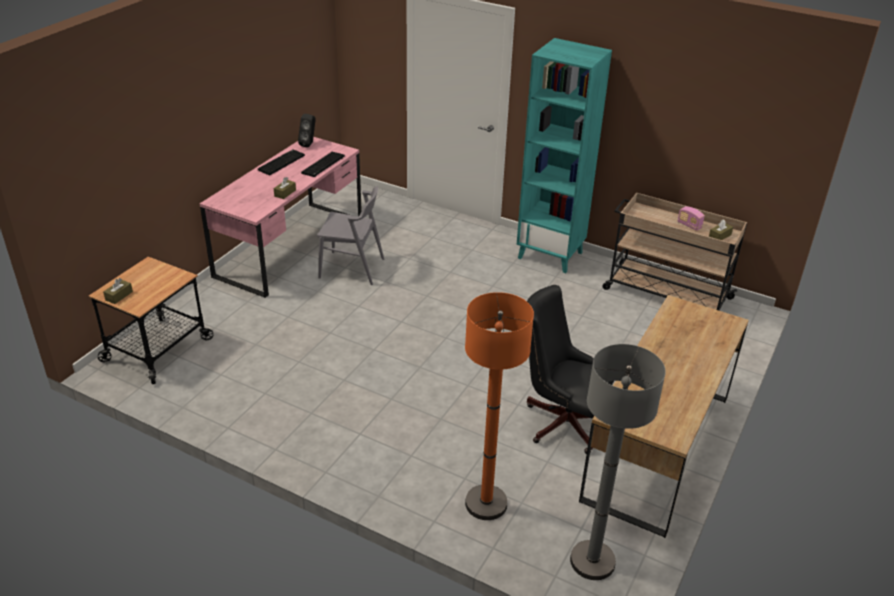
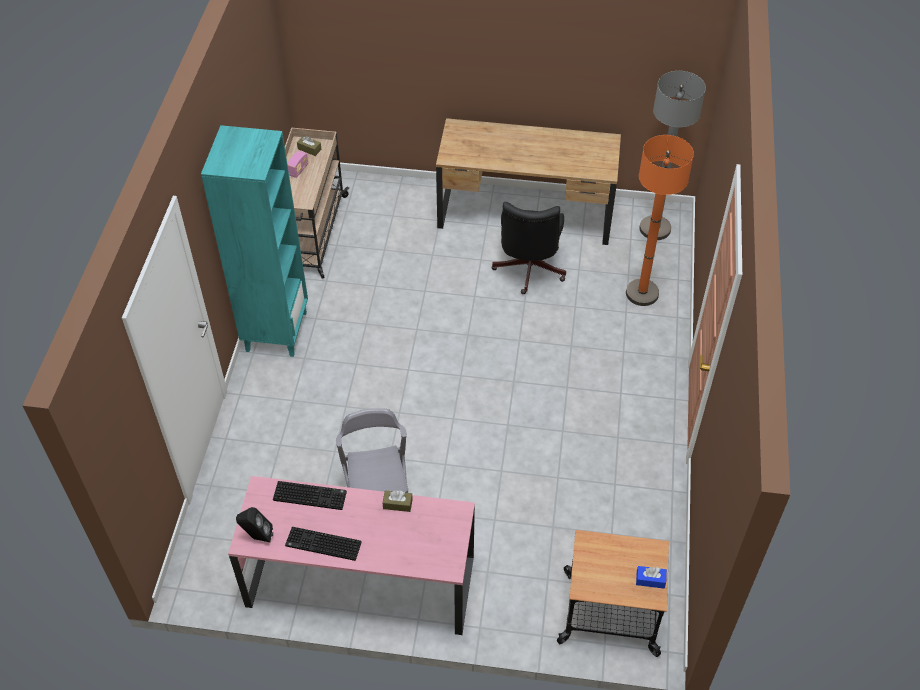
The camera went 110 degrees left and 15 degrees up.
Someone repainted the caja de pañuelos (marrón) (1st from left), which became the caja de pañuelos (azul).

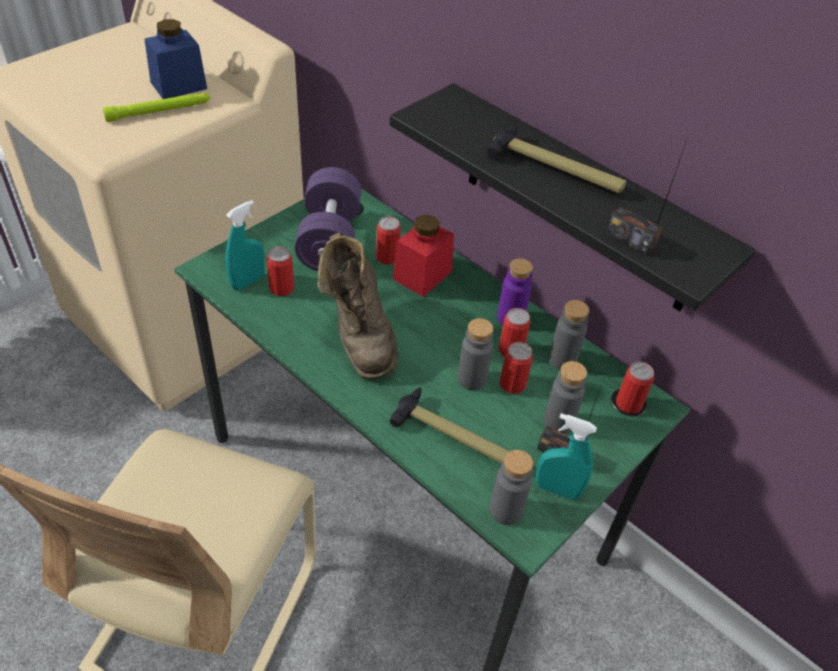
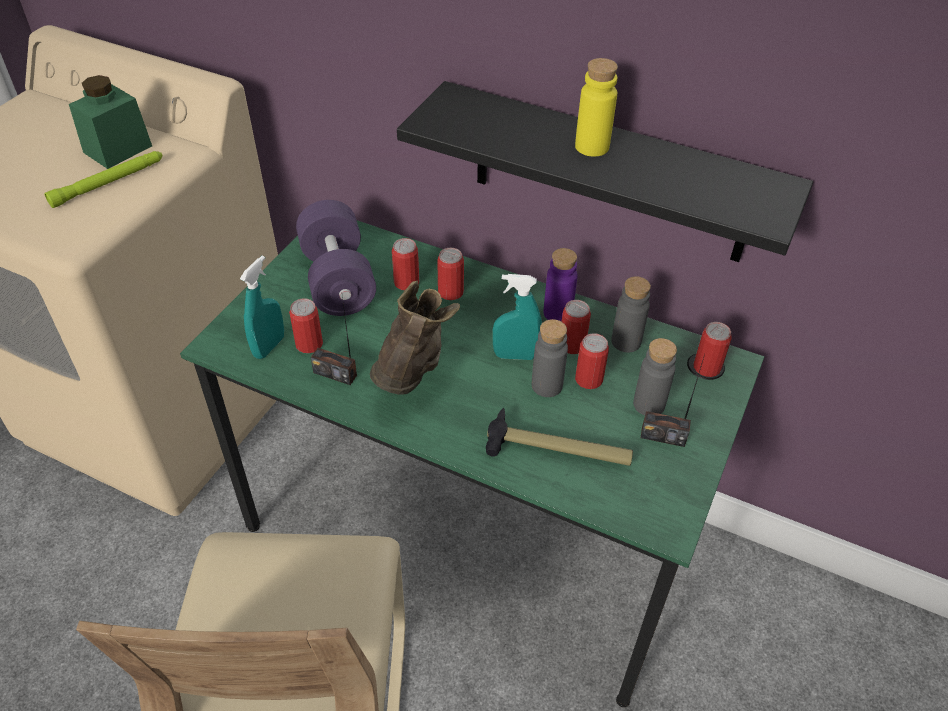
The camera went 15 degrees left and 0 degrees up.
Someone repainted the tarro (azul), which became the tarro (verde).
Someone rotated the bota (marrón) by 135 degrees counterclockwise.
Someone swapped the tarro (rojo) for the lata (3rd from left).
Someone swapped the martillo (2nd from left) for the botella (amarillo).
Someone took away the botella (gris) (2nd from left).
Someone carried the pulverizador (turquesa) (2nd from left).
Someone carried the radio (2nd from left in the first image).

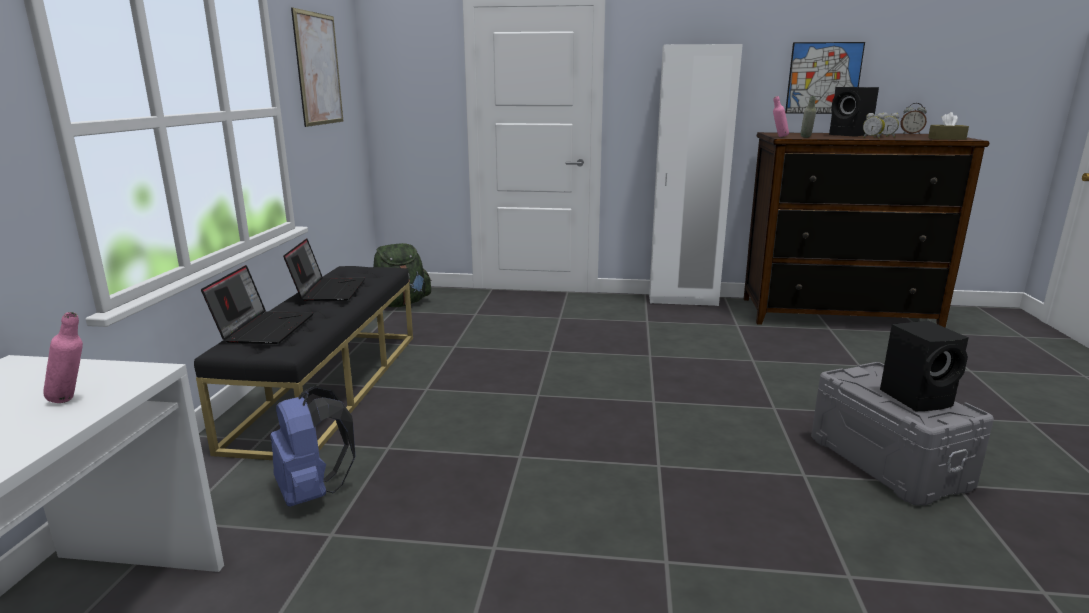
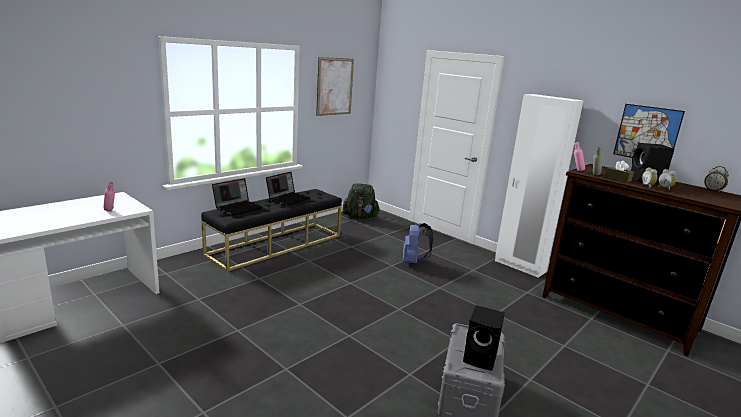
The camera went 35 degrees right and 0 degrees up.
Someone carried the mochila (azul).
Someone carried the caja de pañuelos (marrón).

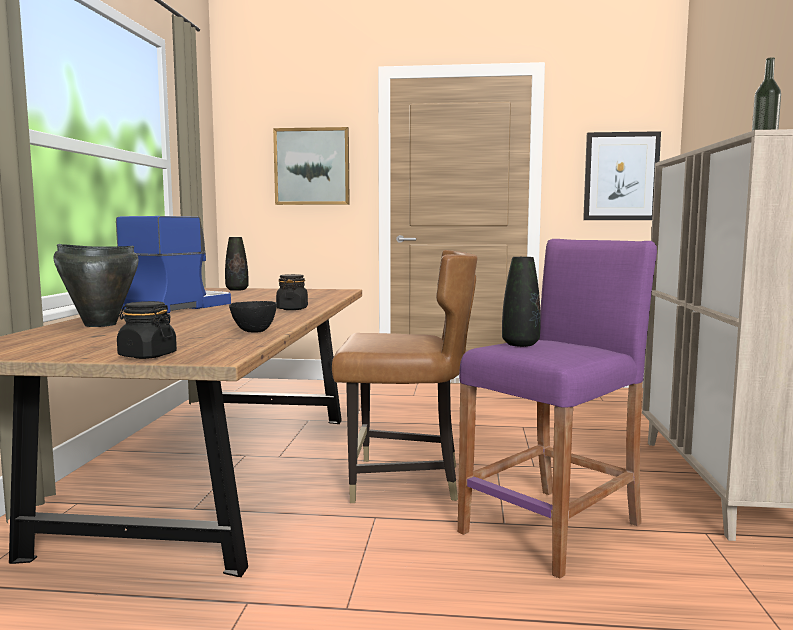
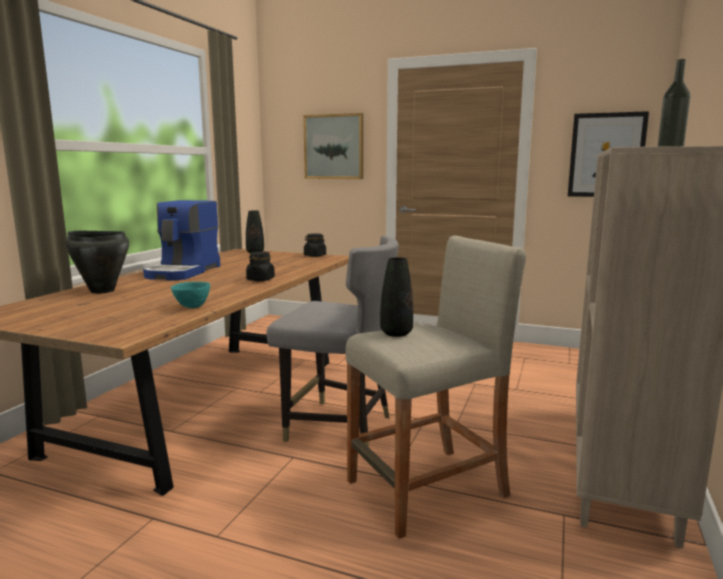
The camera went 15 degrees right and 5 degrees up.
Someone rotated the cafetera by 150 degrees clockwise.
Someone carried the tarro (negro) (1st from left in the first image).
Someone repainted the cuenco (negro), which became the cuenco (turquesa).
Someone repainted the silla (marrón), which became the silla (gris).
Someone repainted the taburete (morado), which became the taburete (beis).

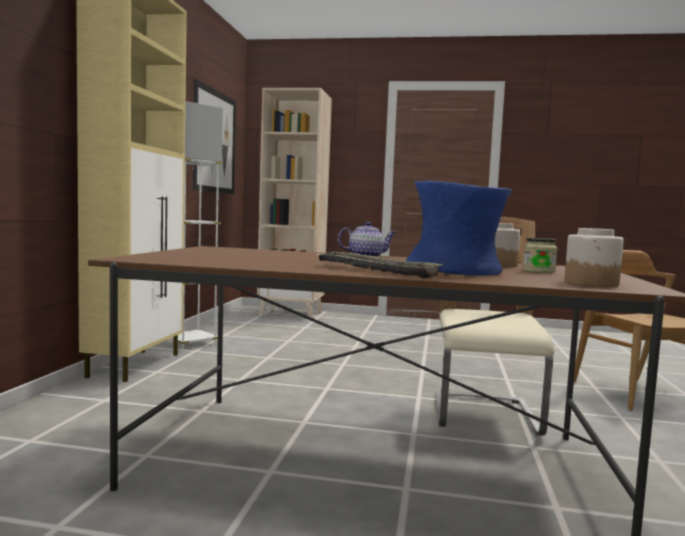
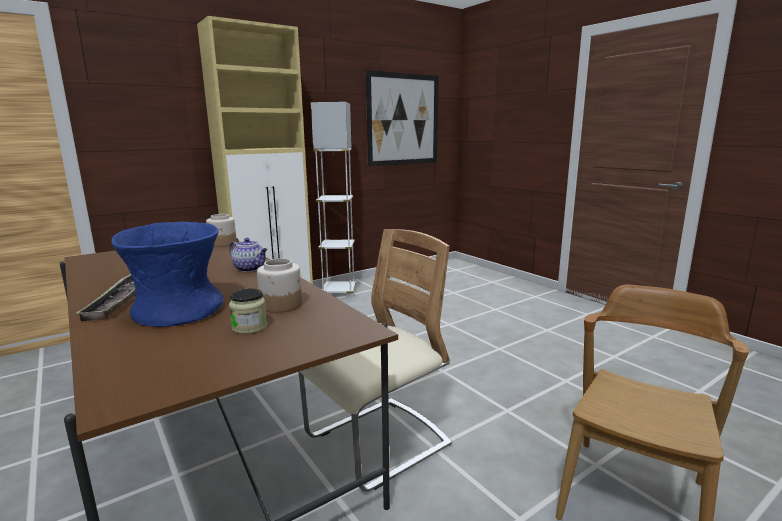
The camera went 45 degrees right and 10 degrees up.
Someone took away the estantería (beis).
Someone carried the tarro (3rd from left in the first image).

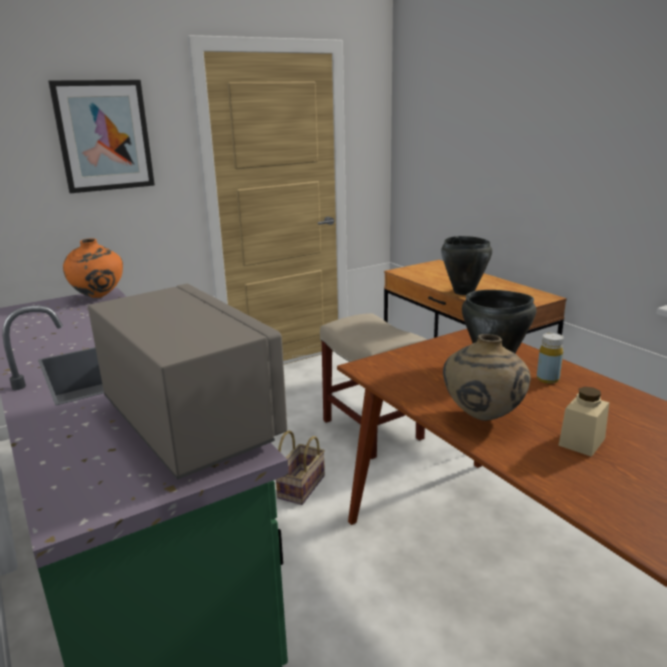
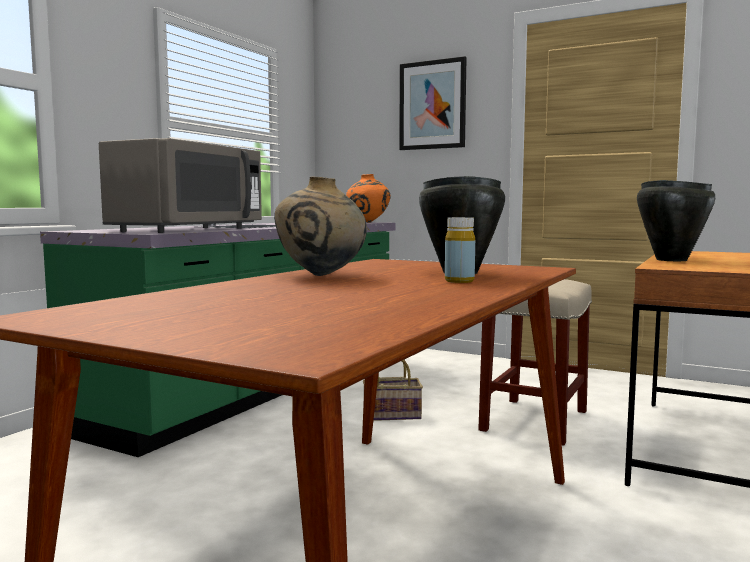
The camera went 60 degrees right and 15 degrees down.
Someone took away the tarro (beis).

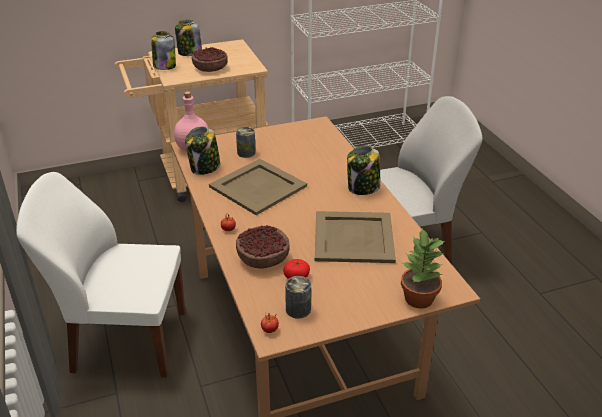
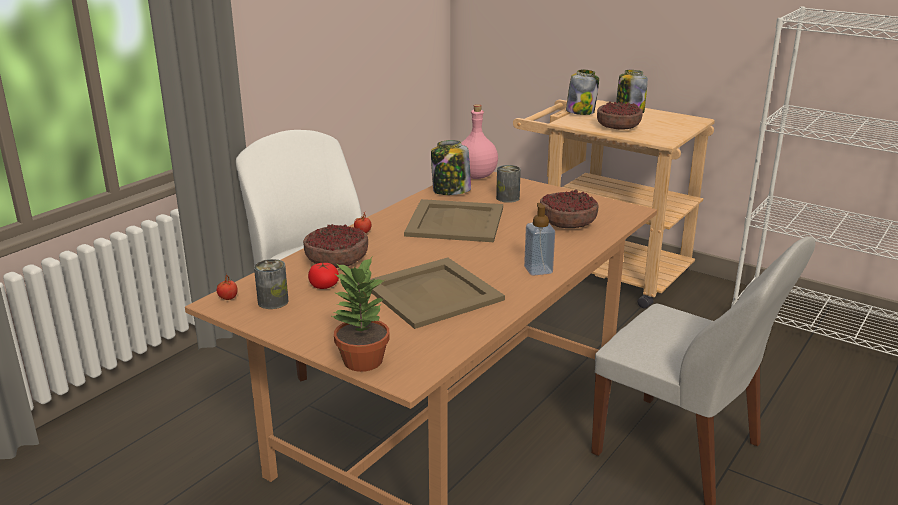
The camera went 55 degrees right and 10 degrees down.
Someone swapped the tarro (4th from left) for the dispensador de jabón.
Someone put down the cuenco (2nd from left).

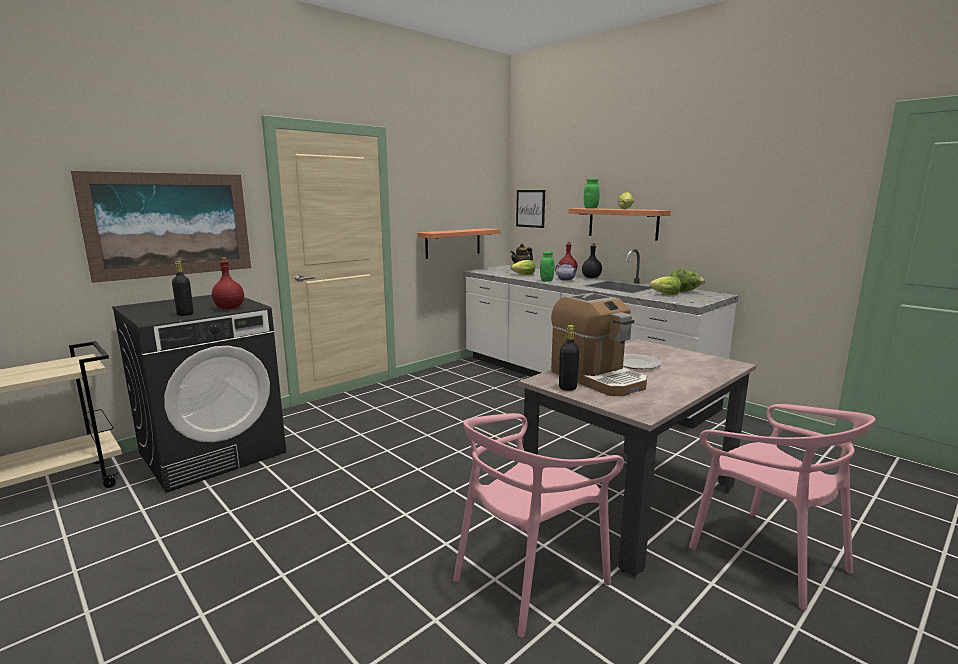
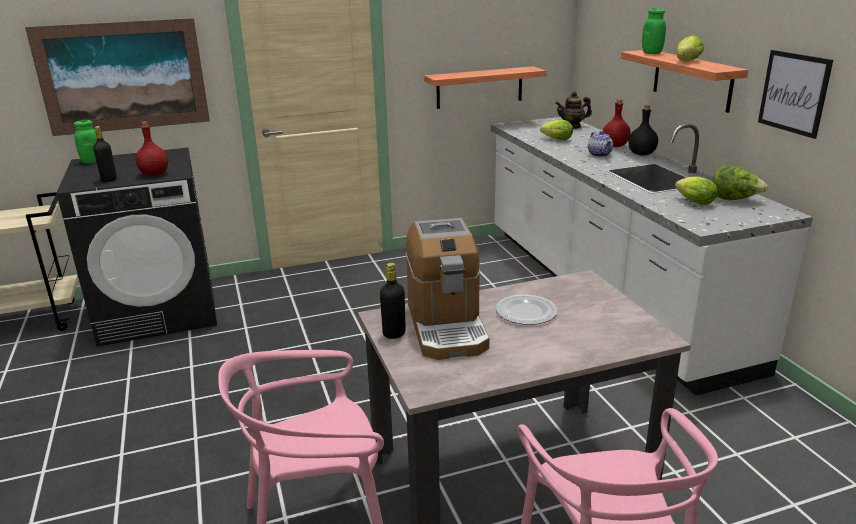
The camera went 25 degrees right and 10 degrees up.
Someone carried the cuadro (2nd from left).
Someone carried the tarro (verde) (1st from left).

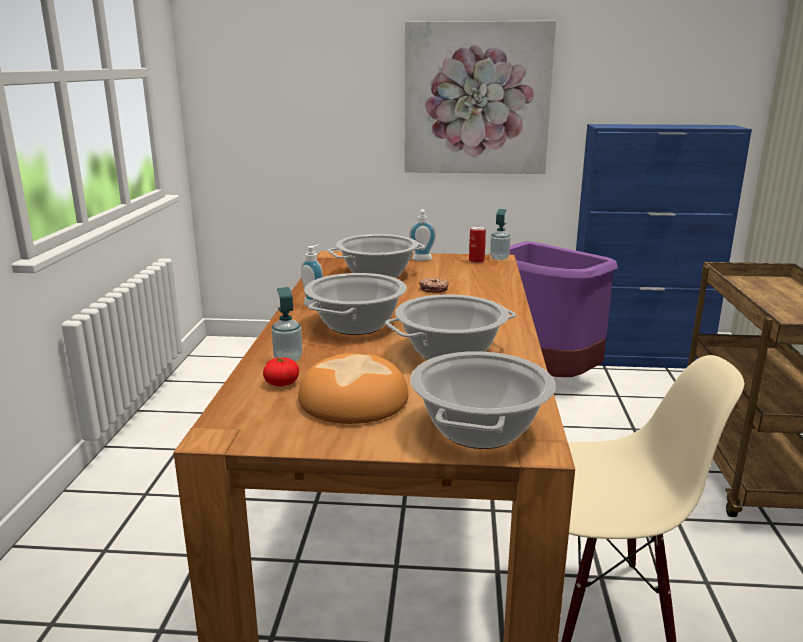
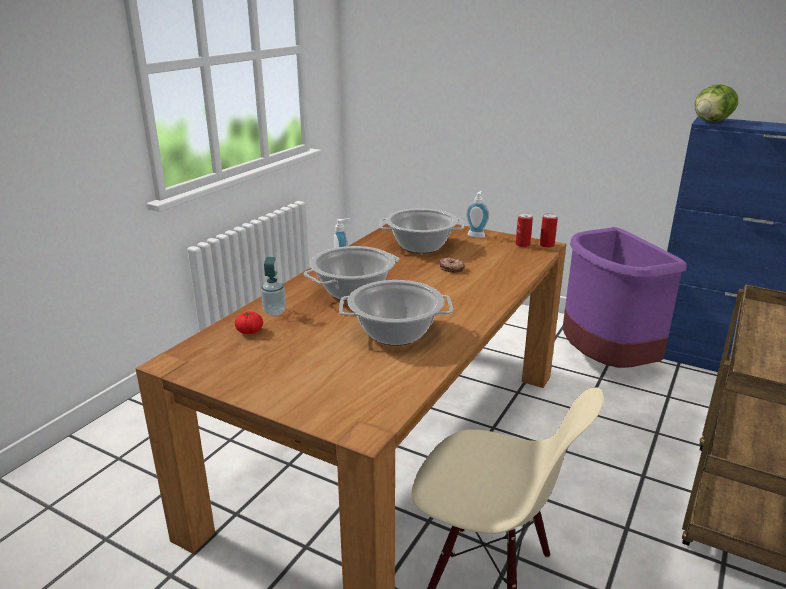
The camera went 25 degrees right and 5 degrees up.
Someone took away the pan.
Someone took away the cuadro.
Someone took away the olla (4th from left).
Someone swapped the dispensador de jabón (4th from left) for the lata (2nd from left).
Someone put down the lechuga.

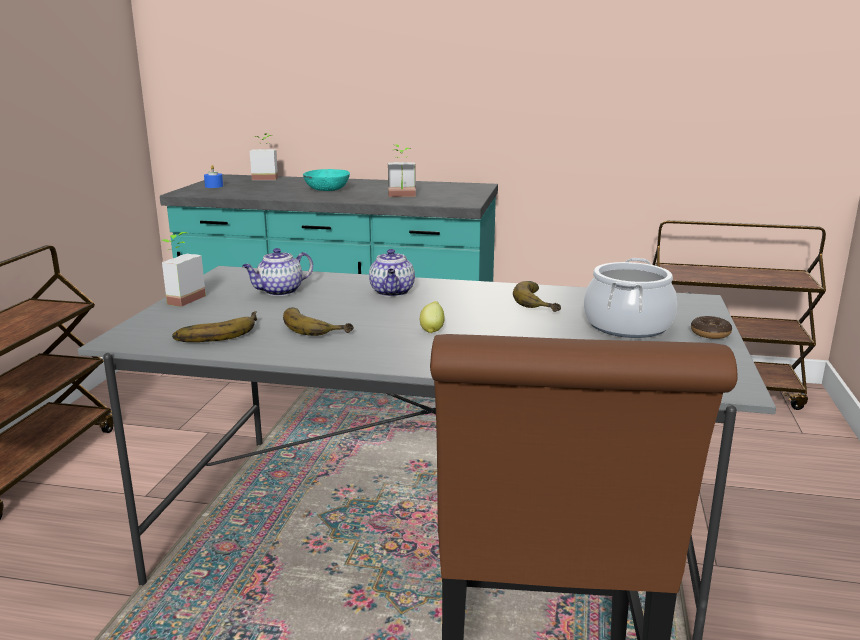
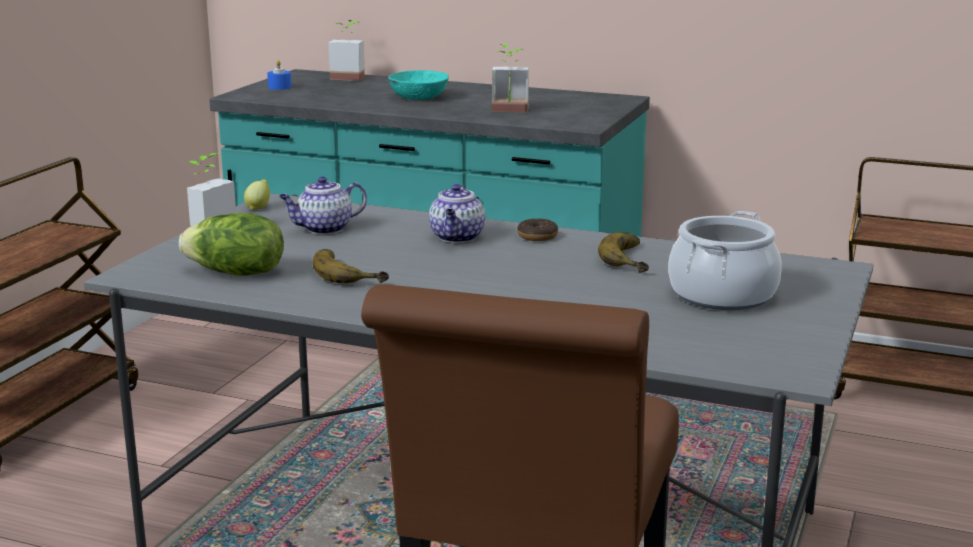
The camera went 10 degrees right and 0 degrees up.
Someone swapped the plátano (1st from left) for the lechuga.
Someone carried the limón.
Someone carried the rosquilla.

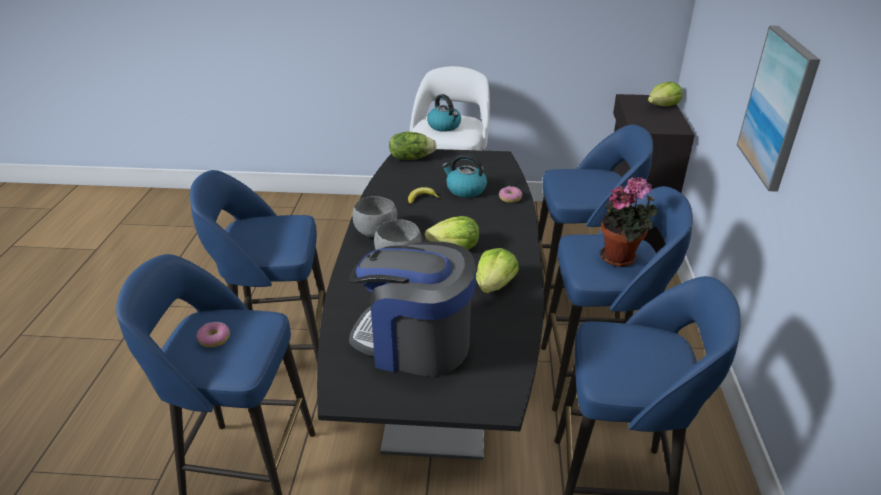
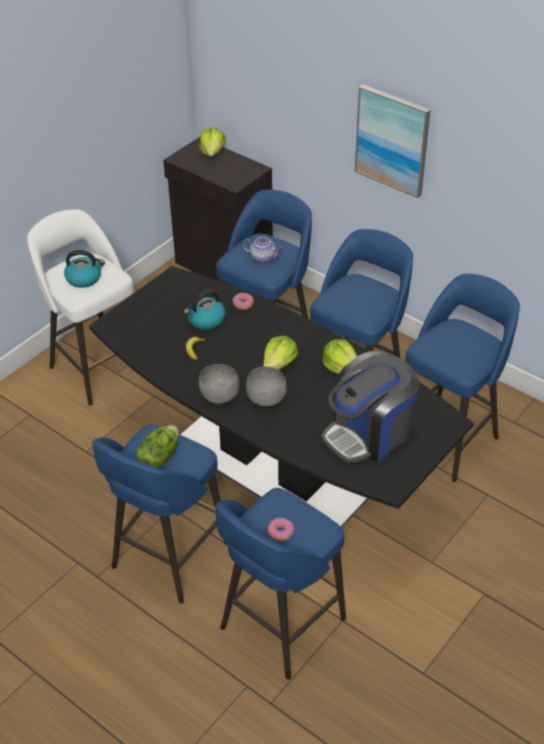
The camera went 55 degrees left and 10 degrees up.
Someone carried the lechuga (1st from left).
Someone took away the planta en maceta.
Someone put down the tetera.

